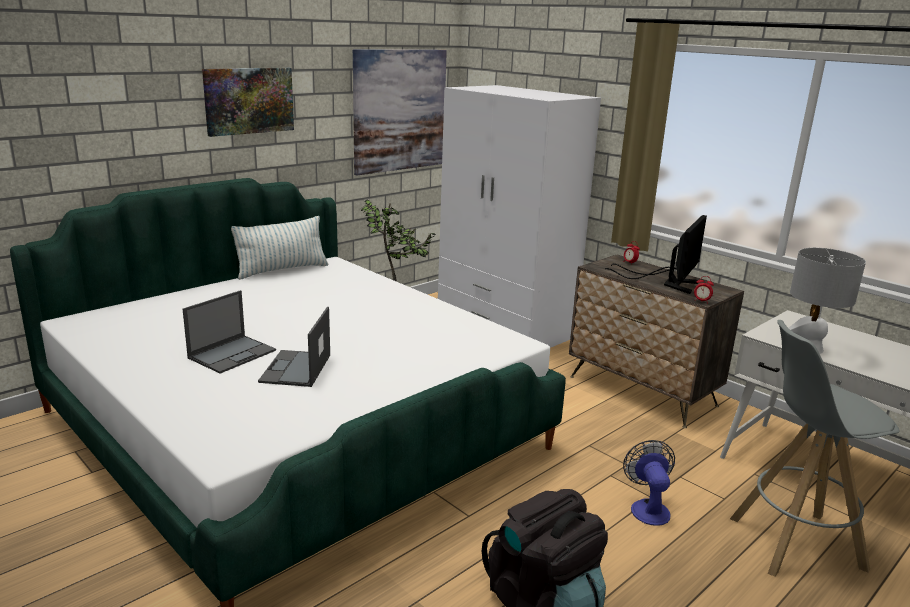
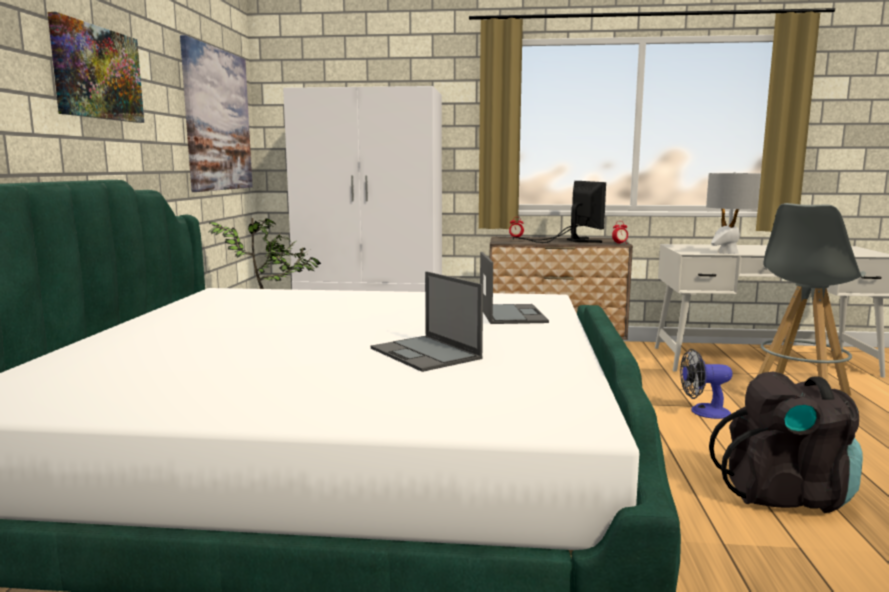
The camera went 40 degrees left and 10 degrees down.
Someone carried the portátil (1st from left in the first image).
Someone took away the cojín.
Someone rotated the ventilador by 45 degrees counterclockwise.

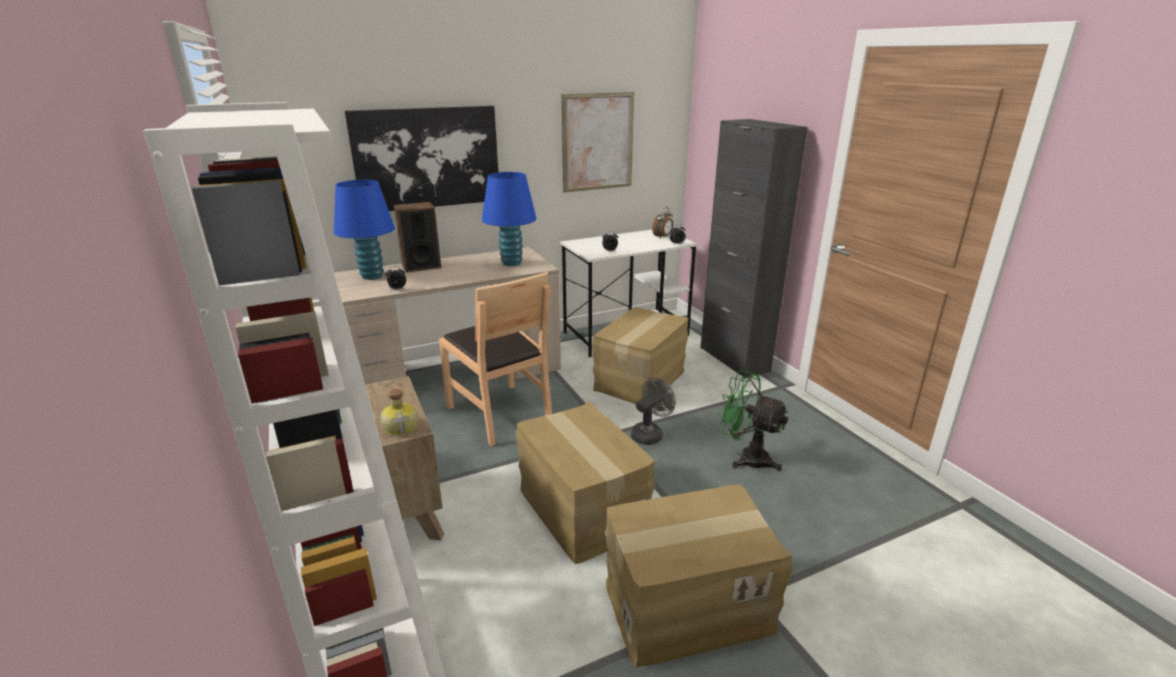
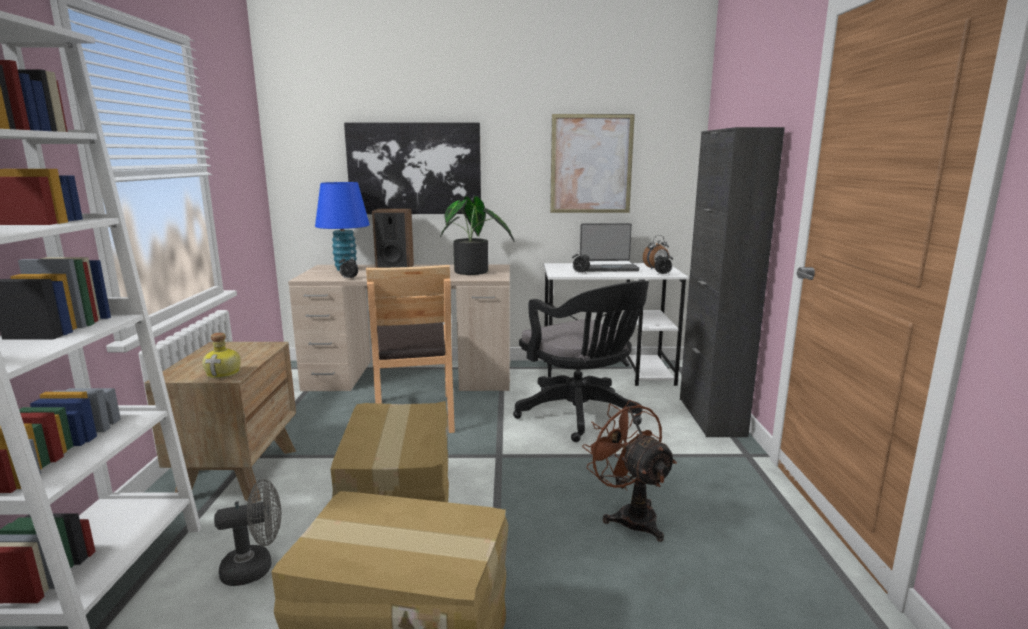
The camera went 25 degrees right and 10 degrees down.
Someone swapped the lámpara de mesa (azul) (2nd from left) for the planta en maceta.
Someone swapped the caja de cartón (2nd from left) for the silla de oficina (negro).
Someone carried the ventilador (gris).
Someone repainted the ventilador (verde), which became the ventilador (marrón).
Someone put down the portátil.

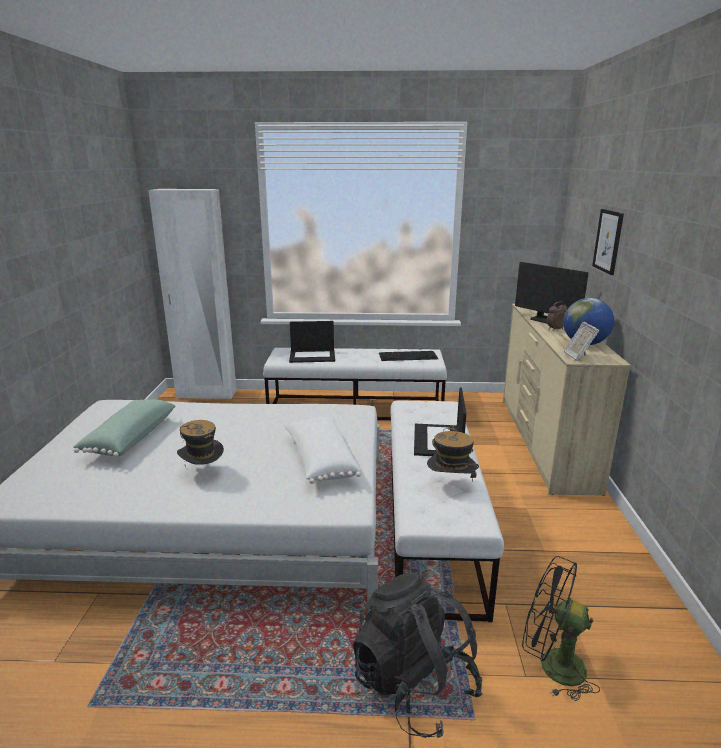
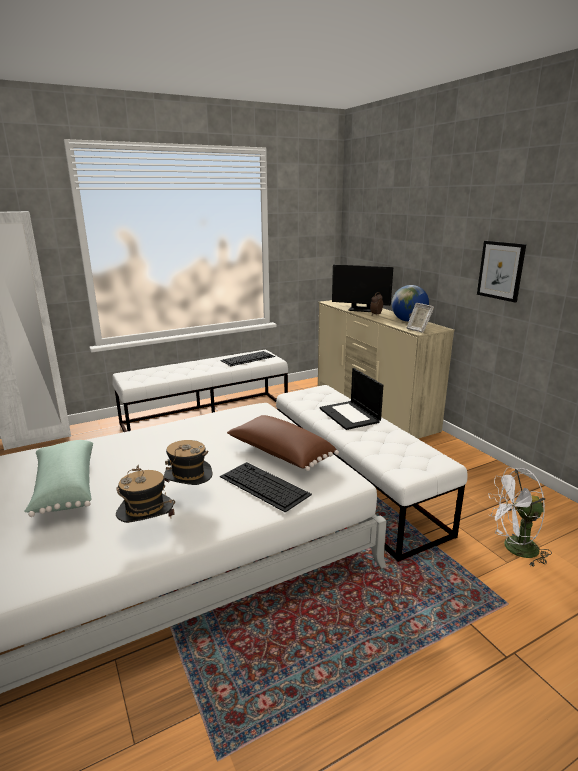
The camera went 30 degrees left and 0 degrees up.
Someone repainted the cojín (blanco), which became the cojín (marrón).
Someone took away the portátil (1st from left).
Someone took away the mochila (negro).
Someone carried the sombrero (2nd from left in the first image).
Someone repainted the ventilador (negro), which became the ventilador (blanco).
Someone carried the cuadro.
Someone put down the teclado (2nd from left).

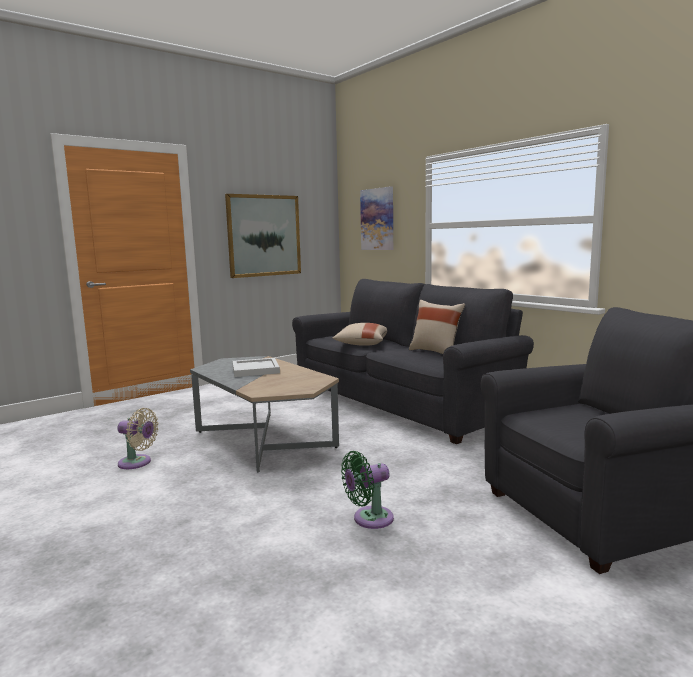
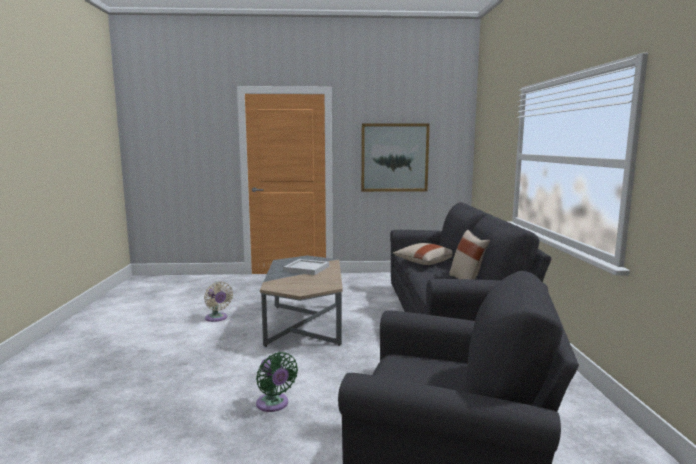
The camera went 35 degrees right and 0 degrees up.
Someone rotated the ventilador (verde) by 135 degrees counterclockwise.
Someone took away the cuadro (2nd from left).

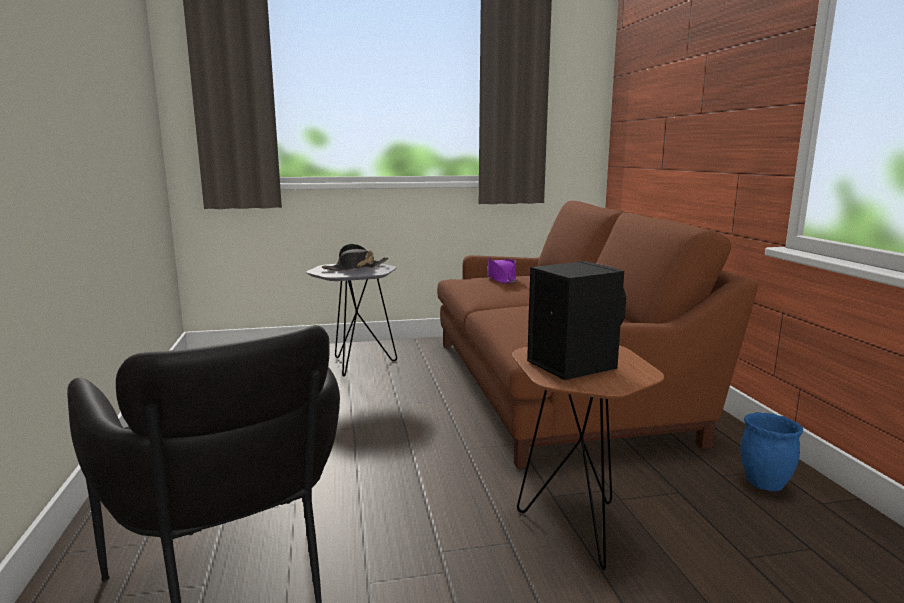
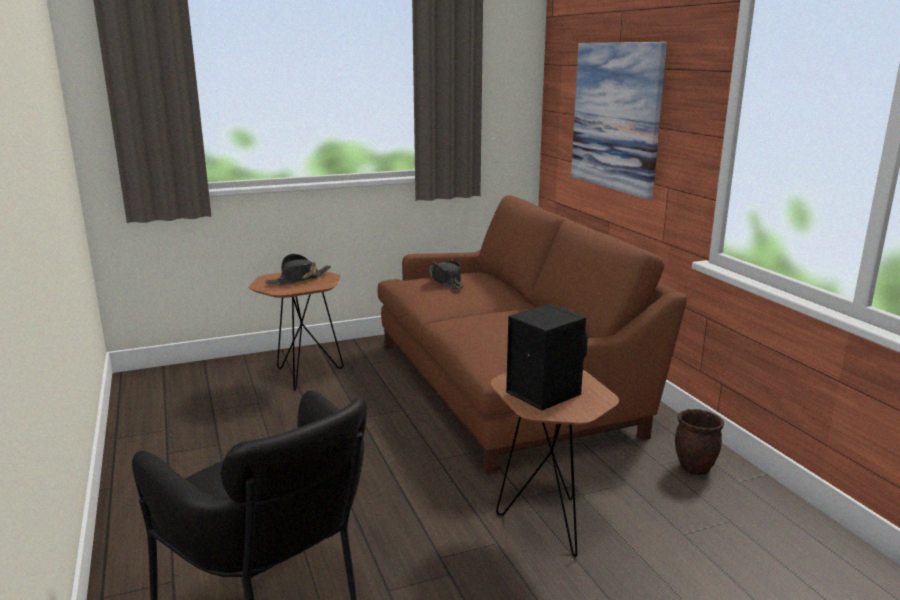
The camera went 10 degrees left and 5 degrees up.
Someone repainted the mesa auxiliar (gris), which became the mesa auxiliar (marrón) (1st from left).
Someone repainted the sombrero (morado), which became the sombrero (negro) (2nd from left).
Someone repainted the maceta (azul), which became the maceta (marrón).
Someone put up the cuadro.

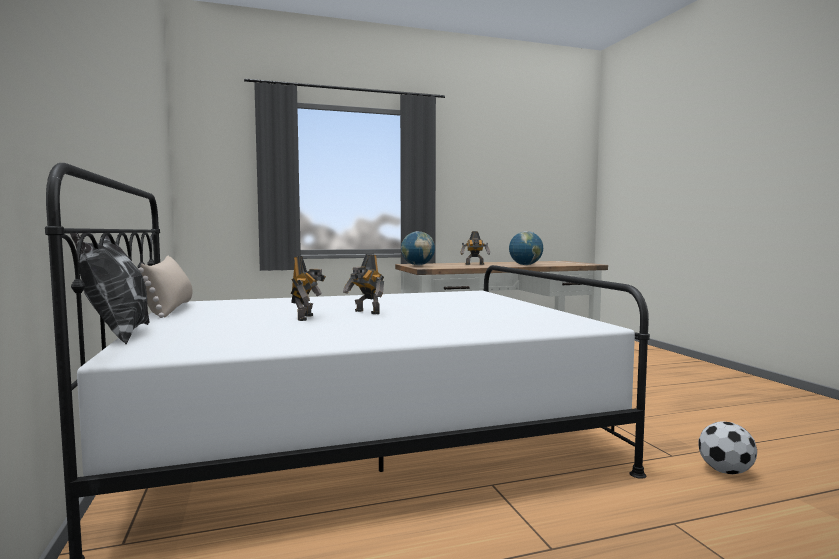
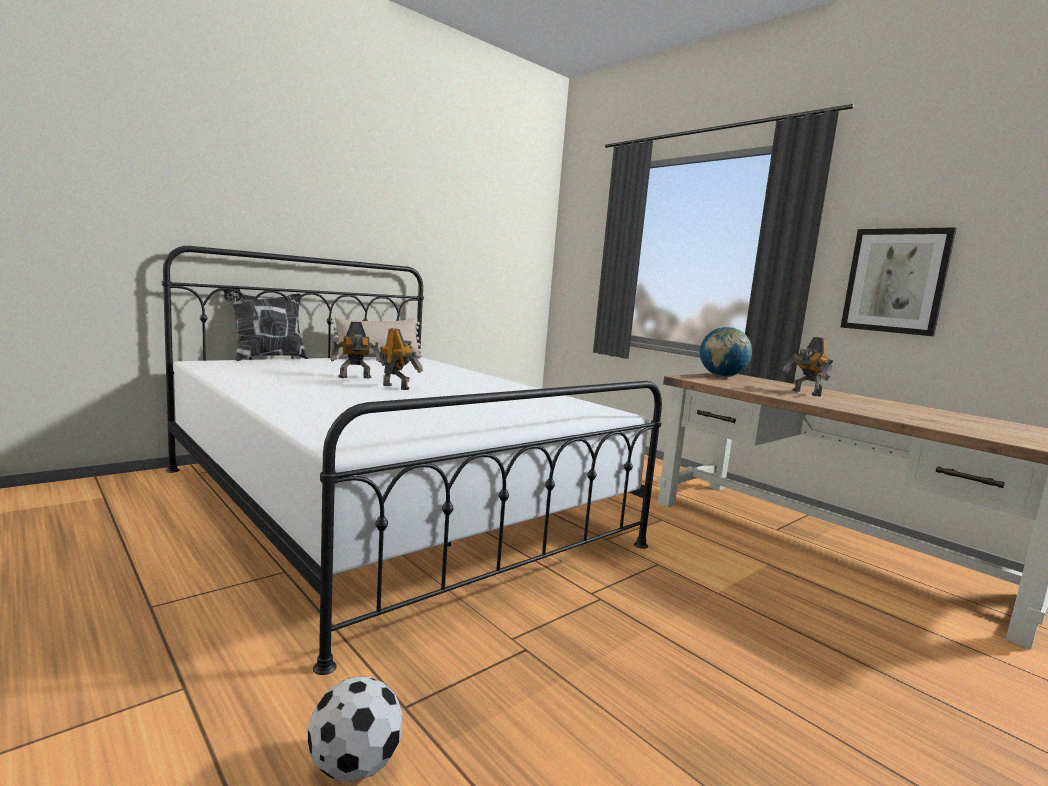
The camera went 65 degrees right and 5 degrees up.
Someone rotated the robot de juguete (2nd from left) by 105 degrees clockwise.
Someone took away the globo terráqueo (2nd from left).
Someone put up the cuadro.

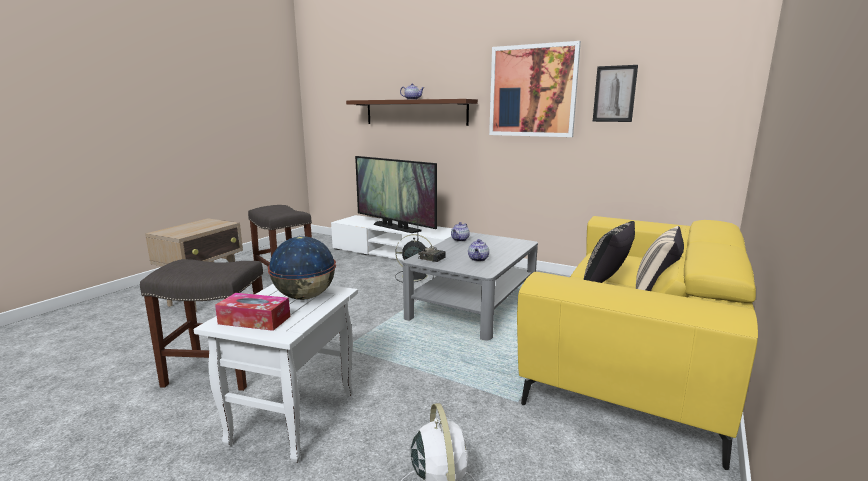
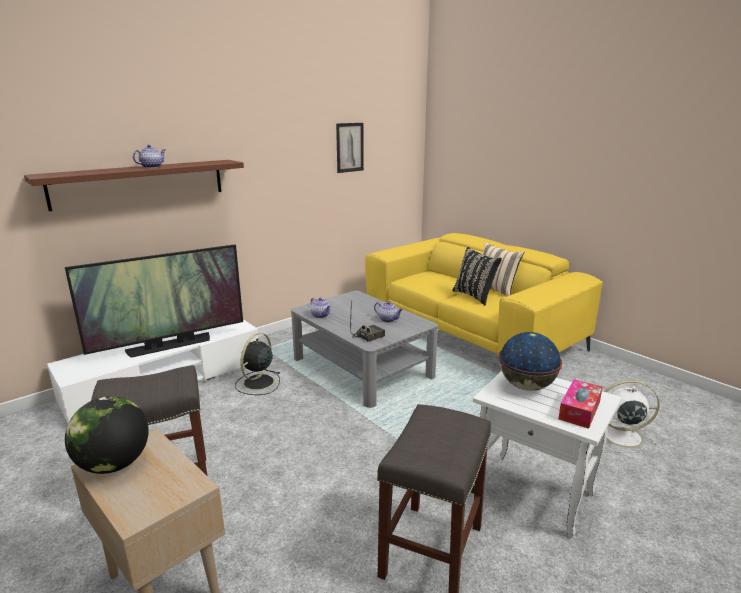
The camera went 70 degrees left and 5 degrees up.
Someone took away the cuadro (1st from left).
Someone put down the globo terráqueo (1st from left).

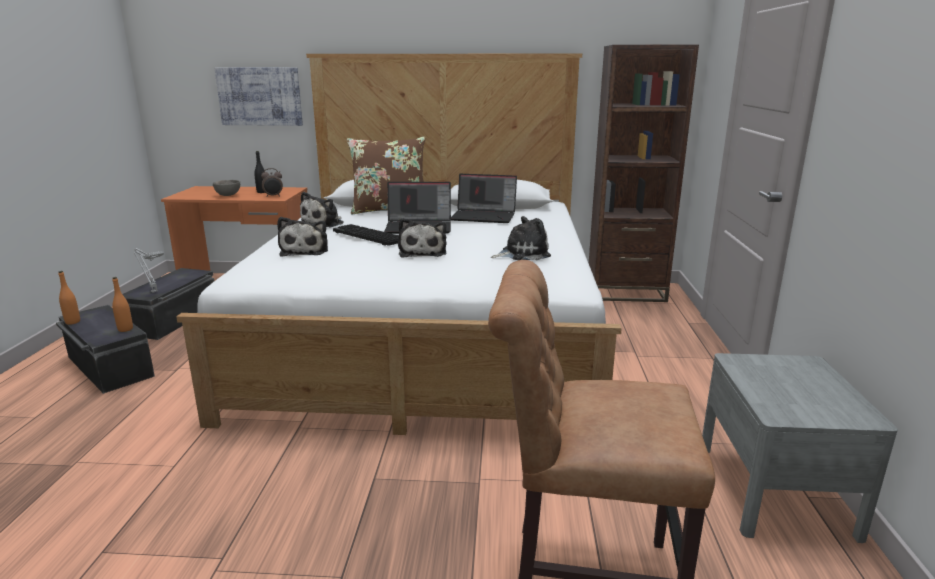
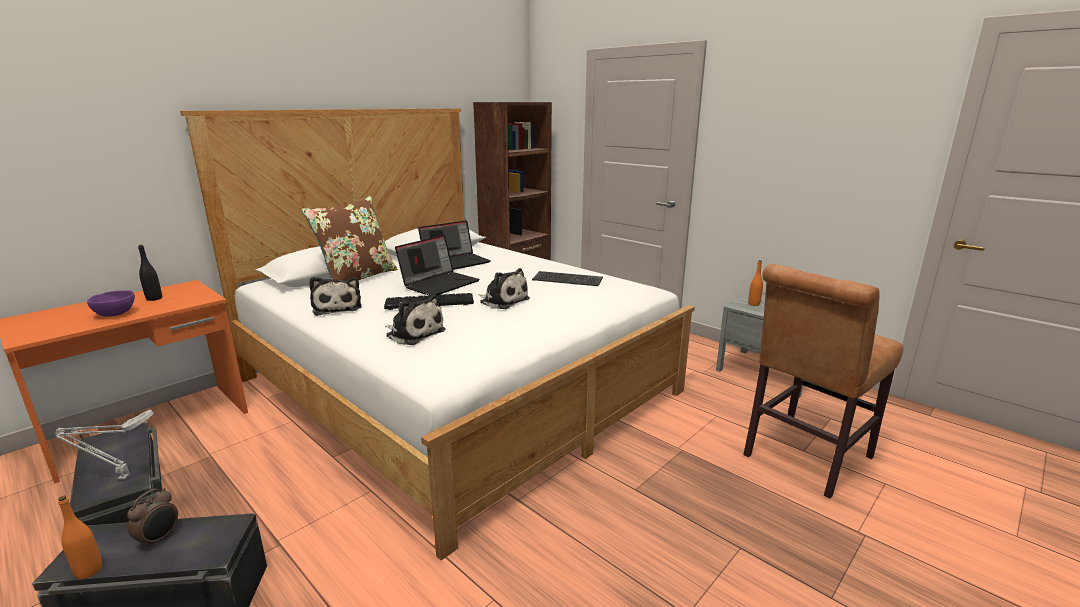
The camera went 50 degrees left and 0 degrees up.
Someone carried the botella (naranja) (2nd from left).
Someone repainted the cuenco (gris), which became the cuenco (morado).
Someone took away the cuadro.
Someone carried the despertador.
Someone swapped the peluche (4th from left) for the teclado (2nd from left).

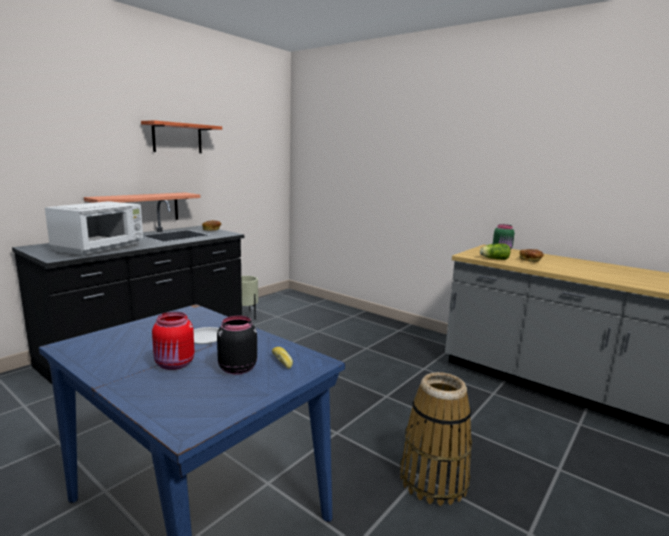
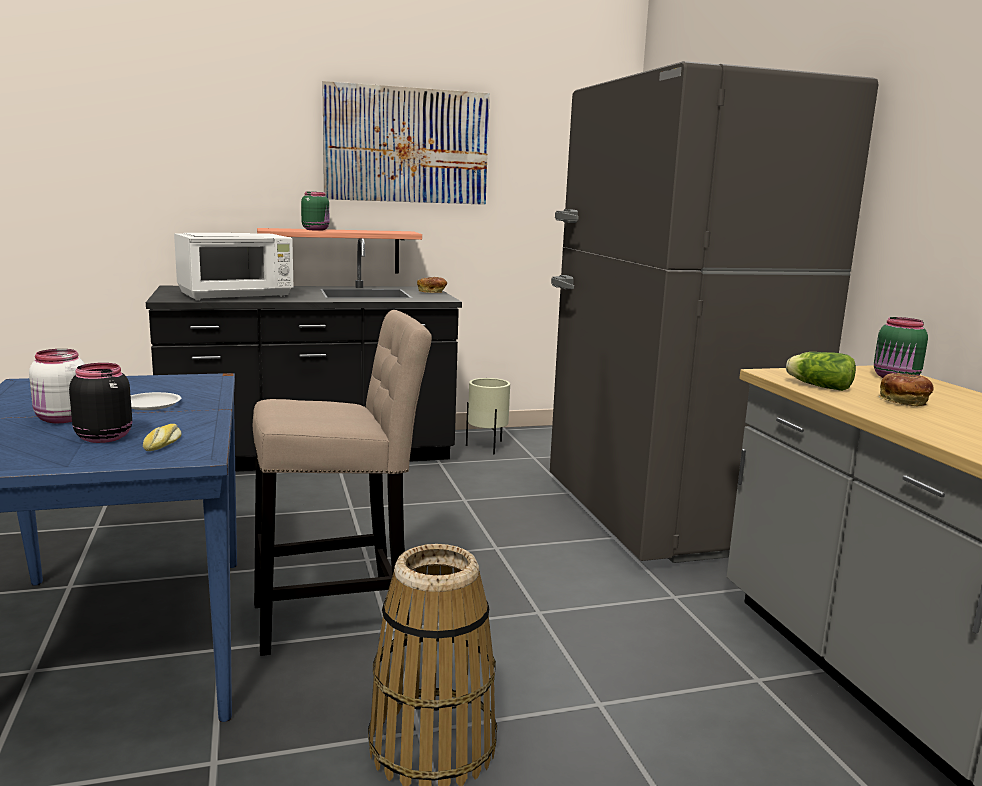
The camera went 35 degrees right and 0 degrees up.
Someone swapped the estante (2nd from left) for the cuadro.
Someone repainted the tarro (rojo), which became the tarro (blanco).
Someone put down the taburete (beis).
Someone put down the tarro (verde) (1st from left).
Someone put down the nevera (gris).

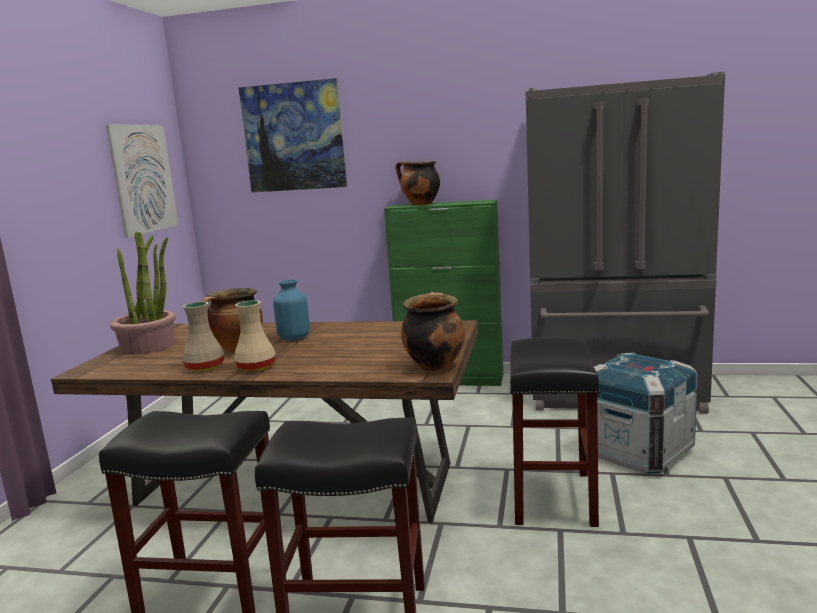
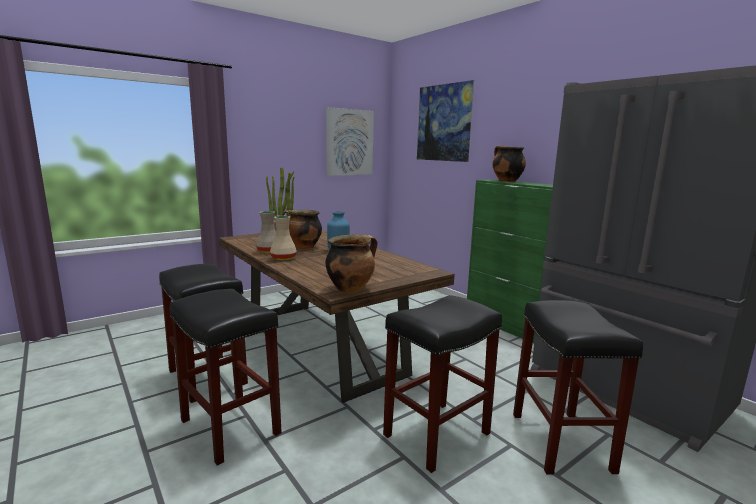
The camera went 40 degrees right and 0 degrees up.
Someone swapped the caja de embalaje for the taburete (negro) (4th from left).

